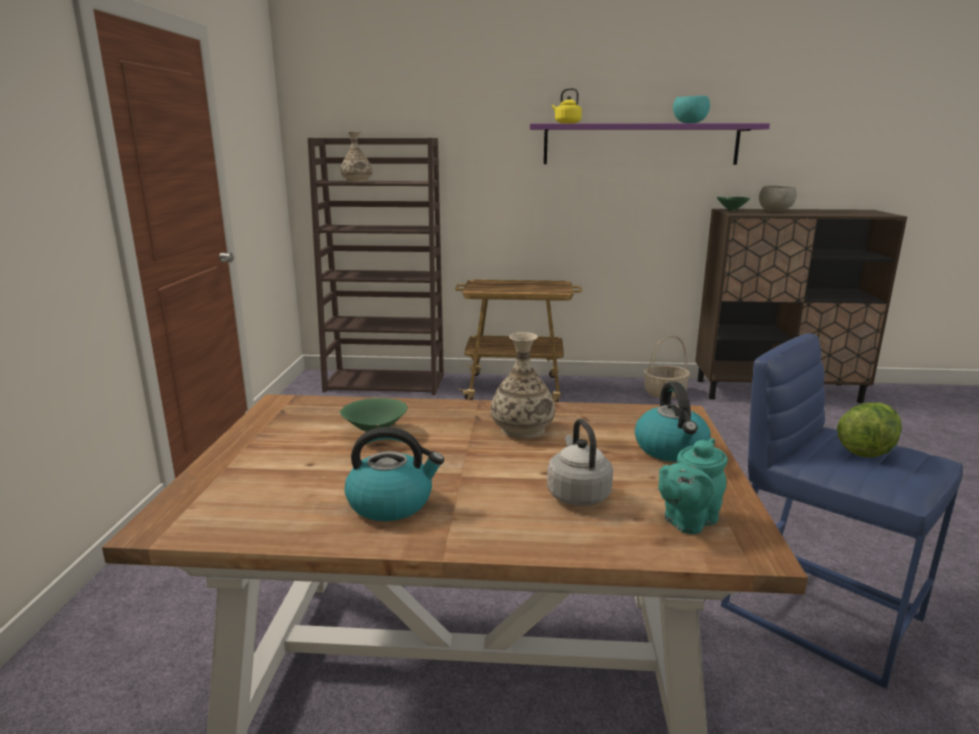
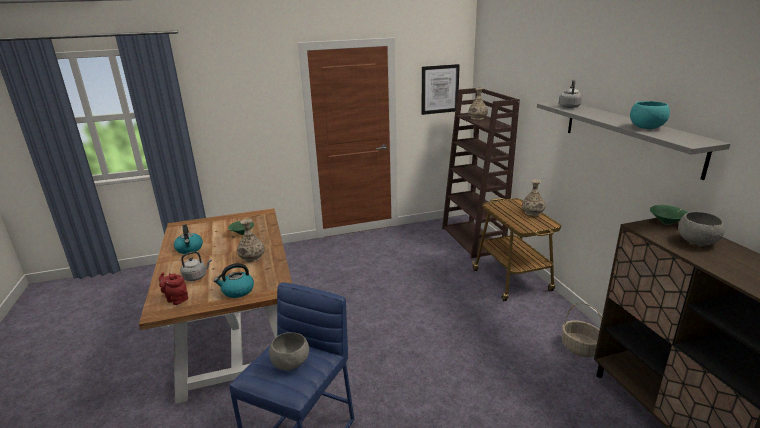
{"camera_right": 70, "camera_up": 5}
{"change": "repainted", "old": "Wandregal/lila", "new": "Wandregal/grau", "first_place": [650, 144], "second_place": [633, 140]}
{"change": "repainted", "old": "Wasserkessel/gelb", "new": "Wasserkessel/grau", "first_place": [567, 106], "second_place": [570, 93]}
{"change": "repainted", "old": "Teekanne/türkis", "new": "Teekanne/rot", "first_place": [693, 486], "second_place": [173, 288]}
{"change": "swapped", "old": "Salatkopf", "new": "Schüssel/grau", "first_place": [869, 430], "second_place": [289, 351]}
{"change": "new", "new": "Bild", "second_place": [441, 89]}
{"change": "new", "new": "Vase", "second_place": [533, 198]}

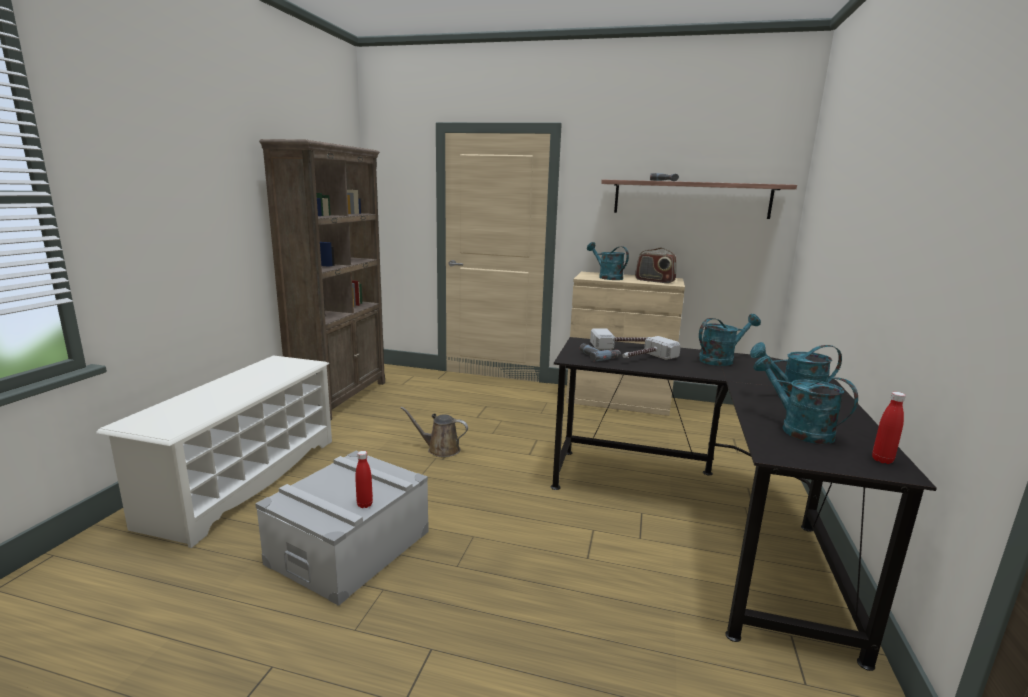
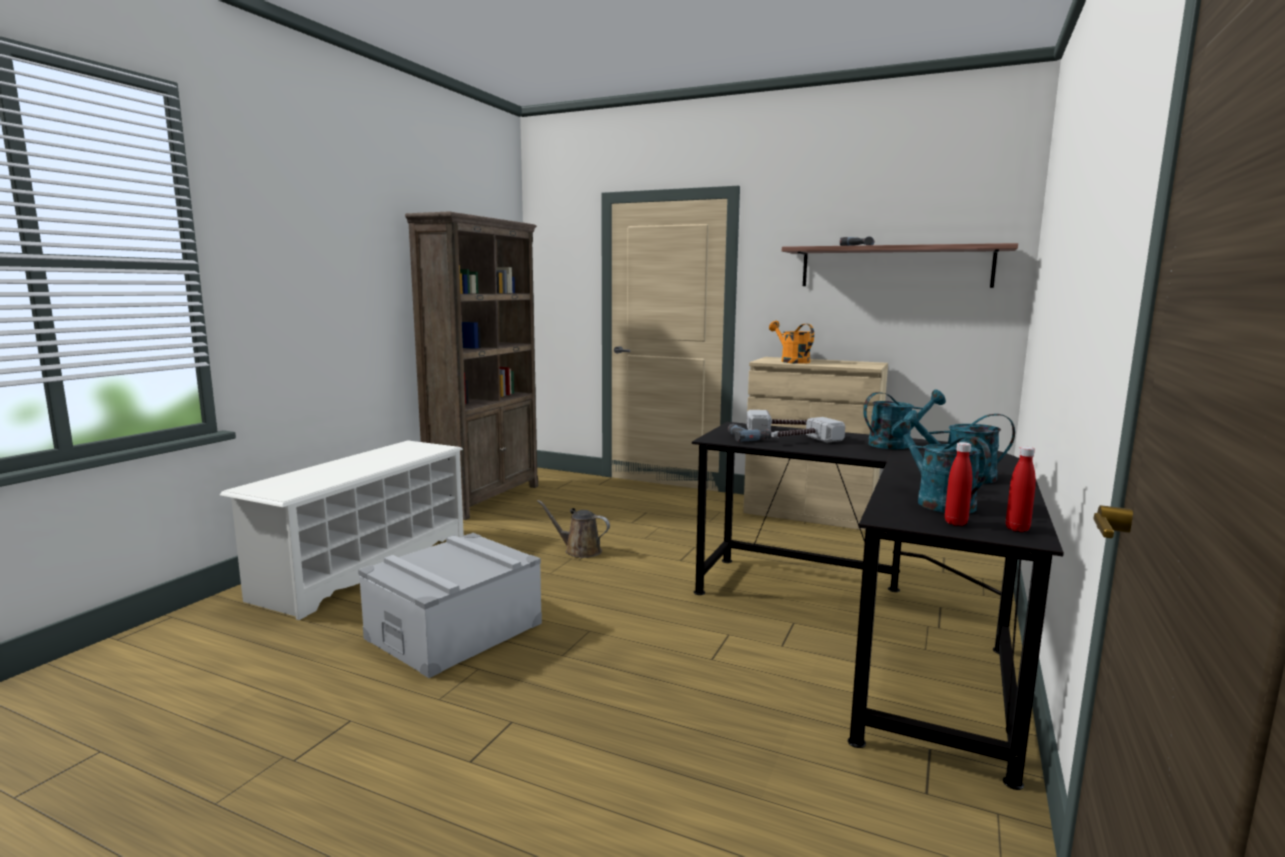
{"camera_right": 10, "camera_up": -5}
{"change": "shifted", "old": "Flasche/rot", "first_place": [364, 479], "second_place": [958, 484]}
{"change": "repainted", "old": "Gießkanne/türkis", "new": "Gießkanne/orange", "first_place": [608, 261], "second_place": [791, 342]}
{"change": "gone", "old": "Radio", "first_place": [656, 265]}

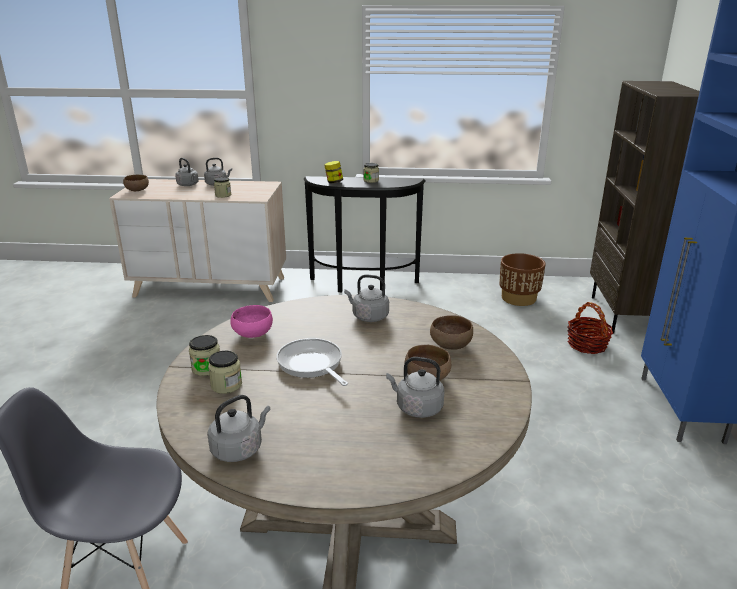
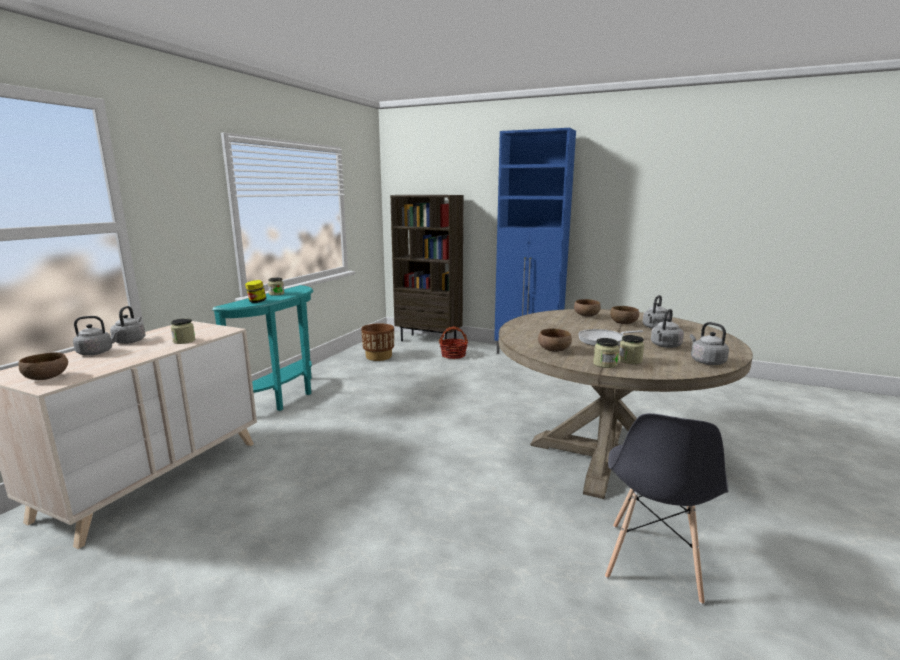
{"camera_right": -70, "camera_up": -10}
{"change": "repainted", "old": "Schüssel/rosa", "new": "Schüssel/braun", "first_place": [251, 321], "second_place": [555, 340]}
{"change": "repainted", "old": "Konsolentisch/schwarz", "new": "Konsolentisch/türkis", "first_place": [365, 234], "second_place": [262, 348]}
{"change": "shifted", "old": "Wasserkessel/grau", "first_place": [366, 298], "second_place": [667, 328]}

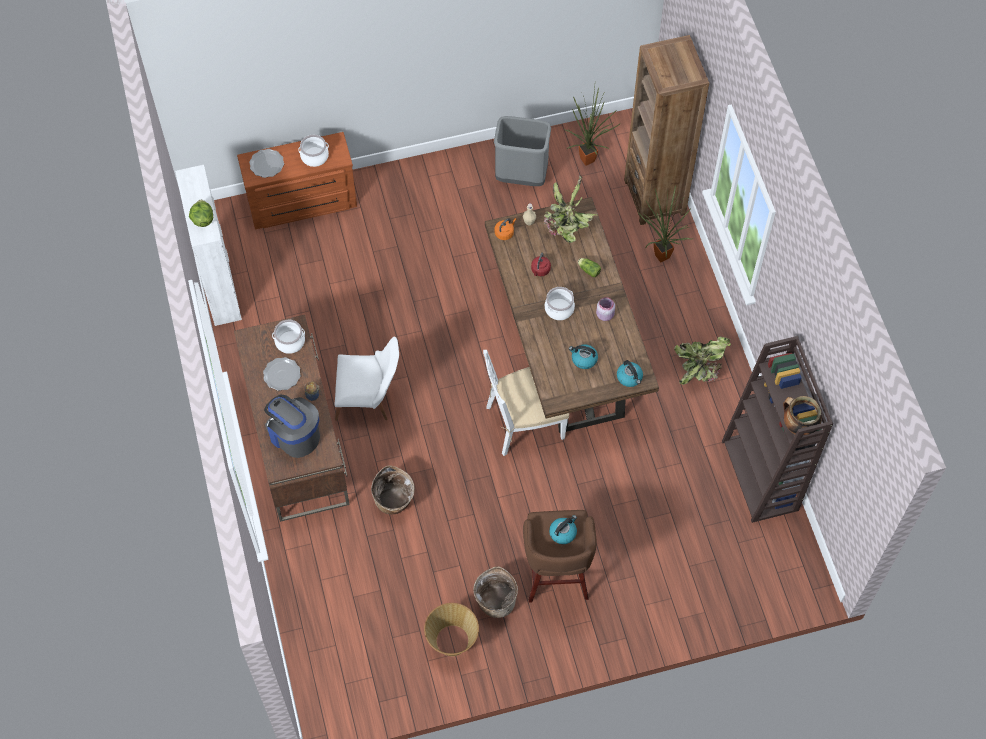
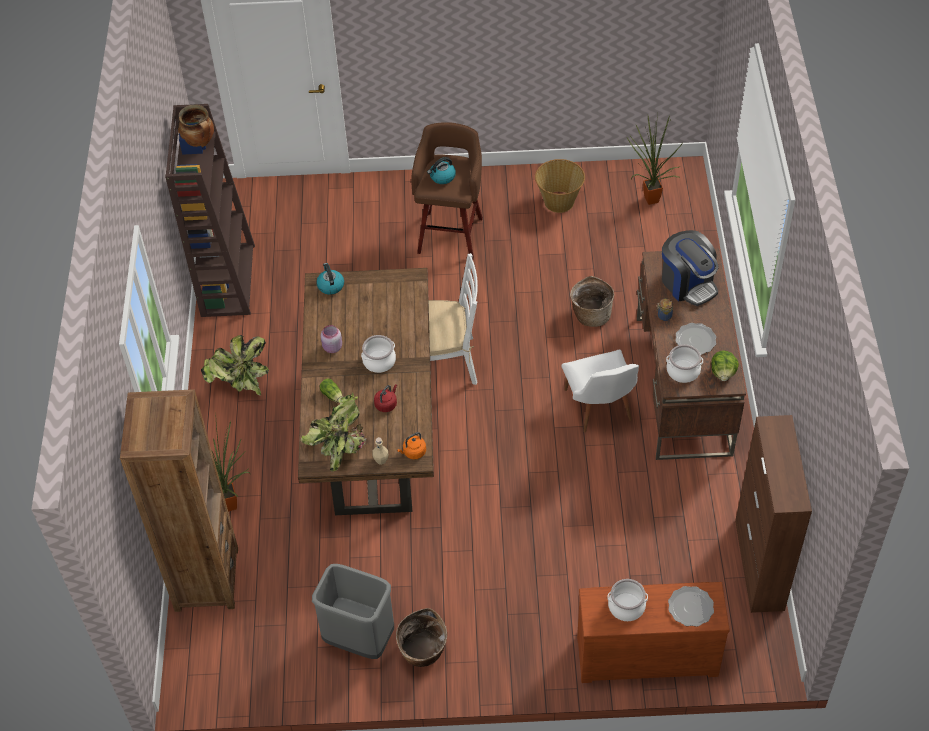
{"camera_right": -165, "camera_up": -10}
{"change": "repainted", "old": "Schrank/weiß", "new": "Schrank/braun", "first_place": [208, 245], "second_place": [773, 514]}
{"change": "shifted", "old": "Salatkopf", "first_place": [201, 213], "second_place": [725, 365]}
{"change": "rotated", "old": "Stuhl/weiß", "first_place": [367, 379], "second_place": [600, 391], "degrees": -120}
{"change": "shifted", "old": "Korb", "first_place": [495, 592], "second_place": [421, 637]}
{"change": "shifted", "old": "Topfpflanze", "first_place": [592, 127], "second_place": [655, 159]}
{"change": "gone", "old": "Wasserkessel", "first_place": [583, 356]}

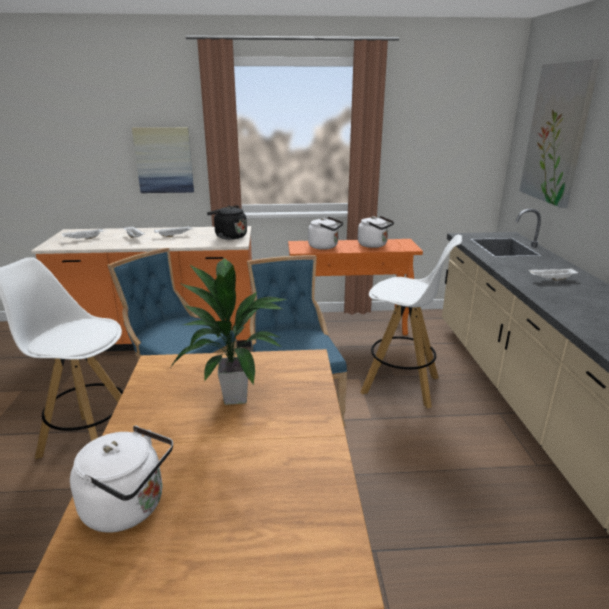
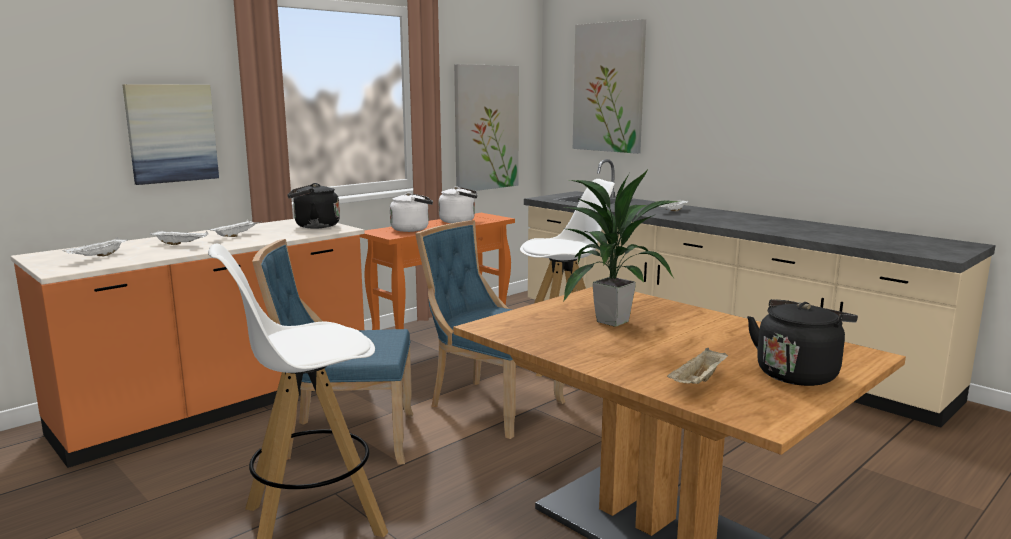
{"camera_right": -40, "camera_up": -10}
{"change": "swapped", "old": "Wasserkessel/weiß", "new": "Tablett/beige", "first_place": [121, 479], "second_place": [697, 366]}
{"change": "new", "new": "Bild", "second_place": [486, 127]}
{"change": "new", "new": "Wasserkessel/schwarz", "second_place": [802, 342]}

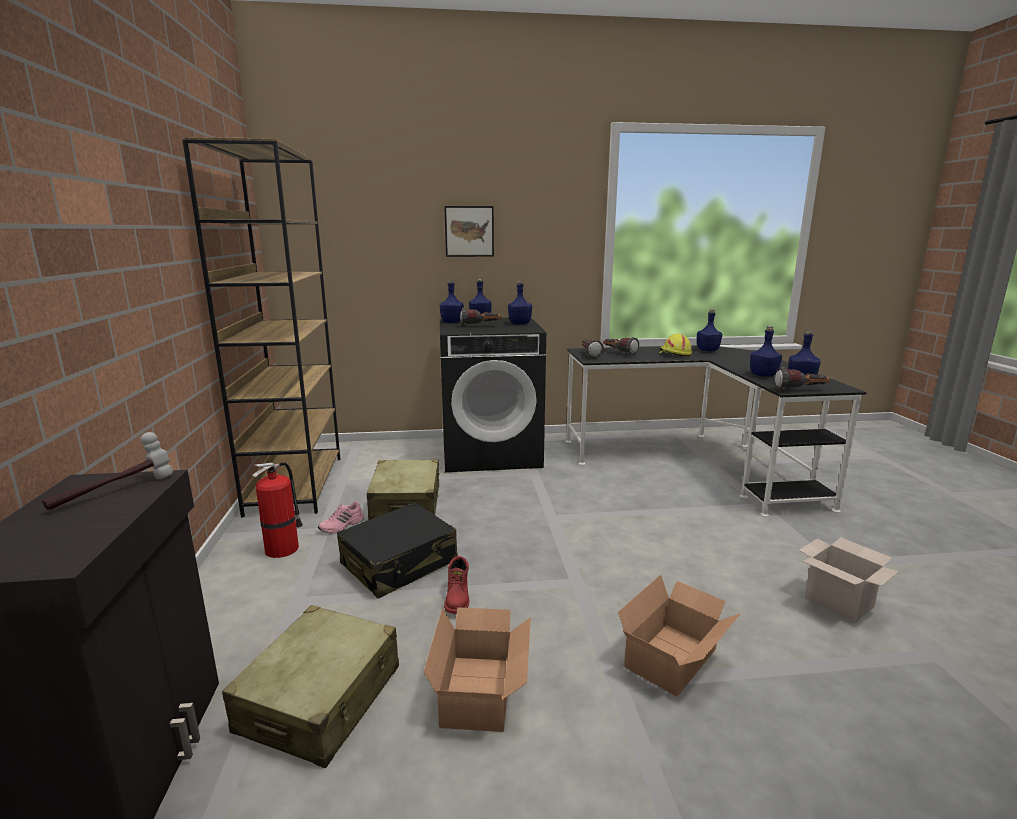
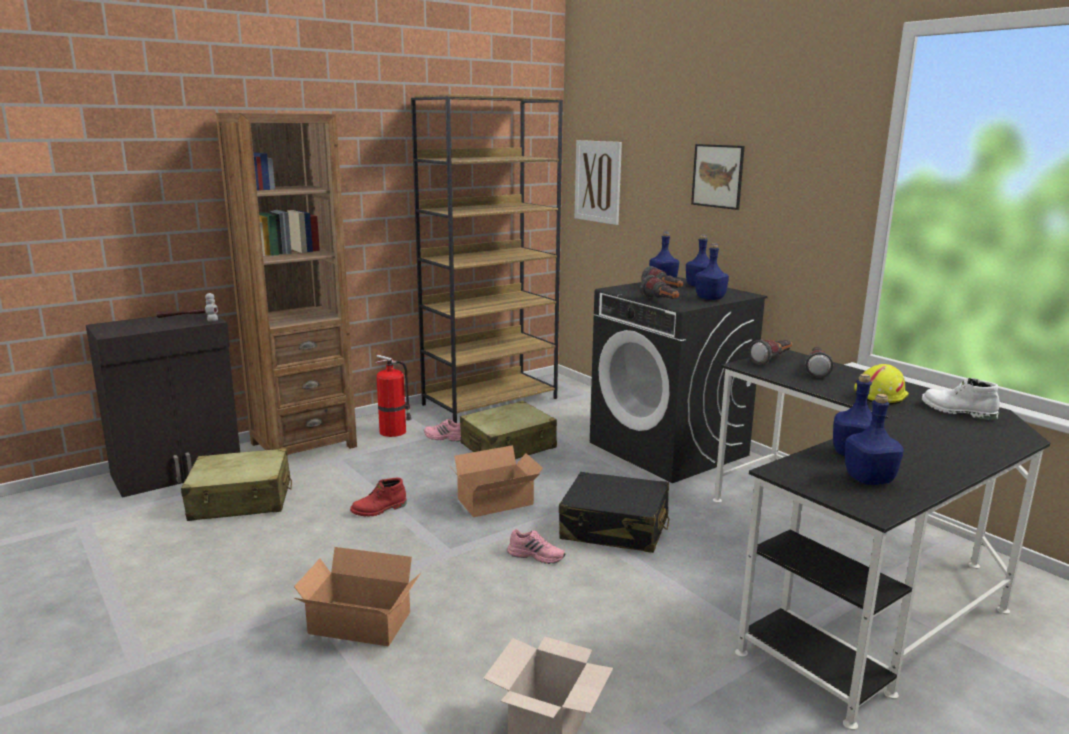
{"camera_right": 60, "camera_up": 0}
{"change": "shifted", "old": "Koffer/schwarz", "first_place": [397, 550], "second_place": [614, 512]}
{"change": "shifted", "old": "Karton", "first_place": [477, 669], "second_place": [497, 481]}
{"change": "swapped", "old": "Flasche/blau", "new": "Stiefel/weiß", "first_place": [709, 330], "second_place": [961, 399]}
{"change": "shifted", "old": "Taschenlampe", "first_place": [802, 378], "second_place": [659, 287]}
{"change": "new", "new": "Bücherregal/braun", "second_place": [286, 284]}
{"change": "new", "new": "Schuh/rosa", "second_place": [536, 546]}
{"change": "new", "new": "Bild", "second_place": [598, 182]}

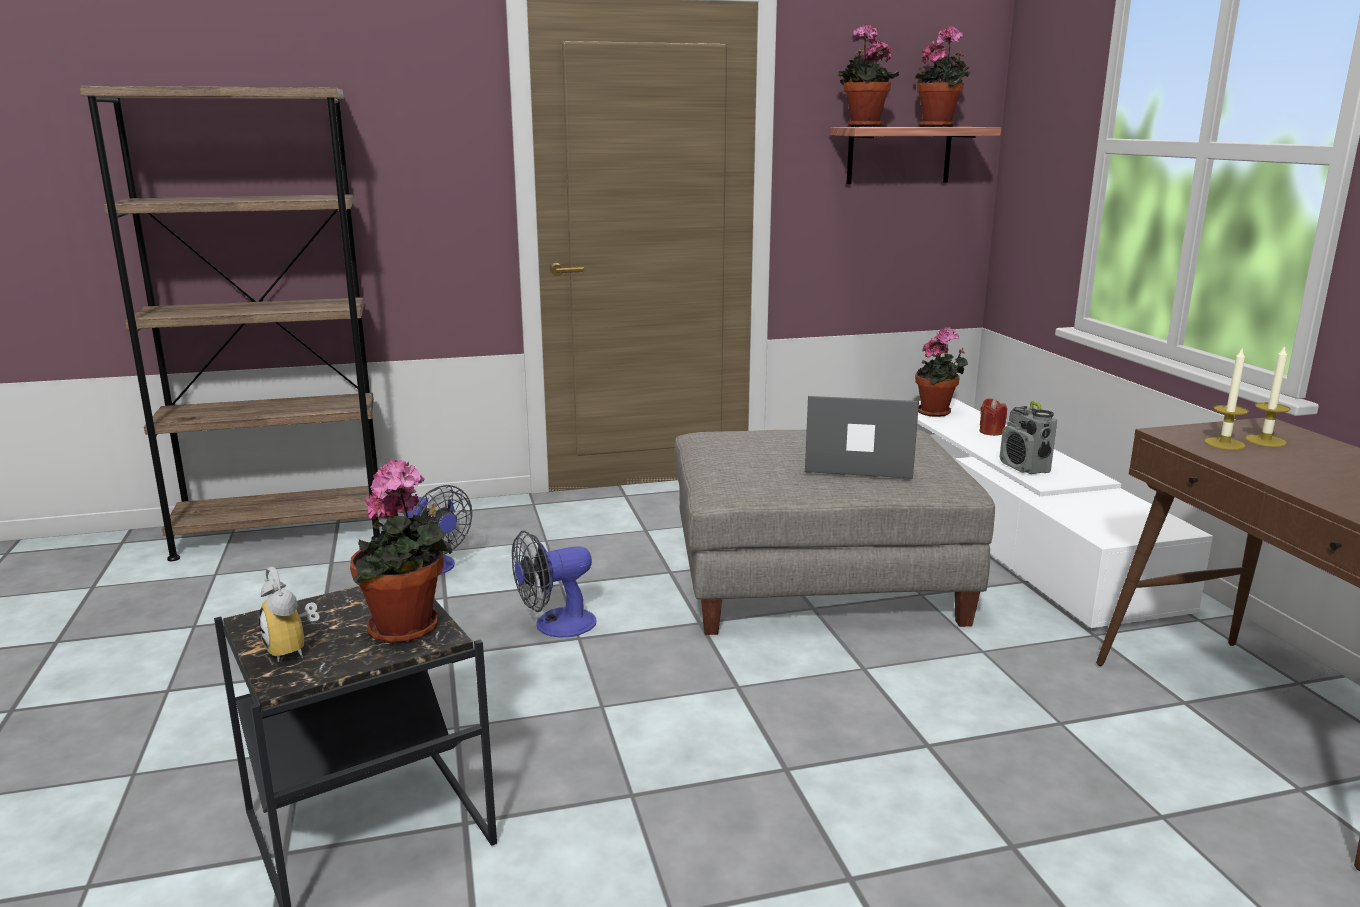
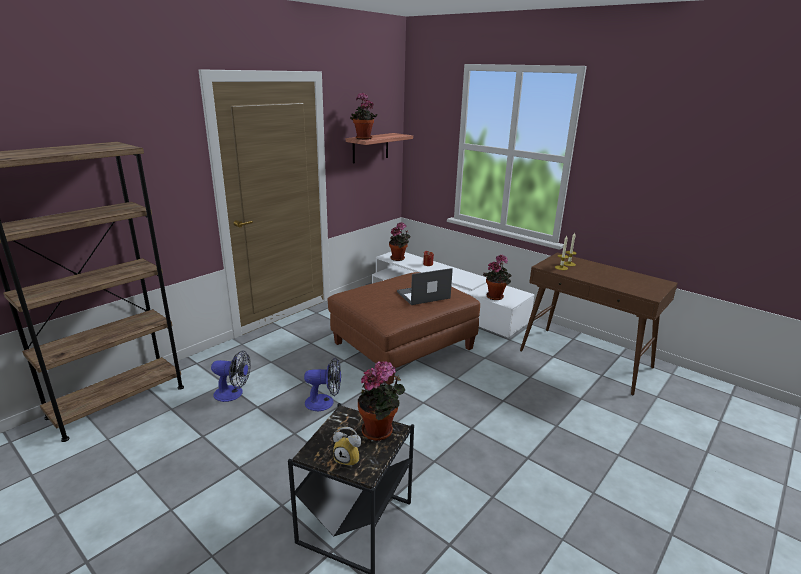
{"camera_right": -35, "camera_up": 5}
{"change": "rotated", "old": "Ventilator", "first_place": [554, 584], "second_place": [322, 384], "degrees": -120}
{"change": "repainted", "old": "Polsterhocker/grau", "new": "Polsterhocker/braun", "first_place": [835, 532], "second_place": [404, 328]}
{"change": "shifted", "old": "Topfpflanze", "first_place": [942, 76], "second_place": [497, 277]}
{"change": "gone", "old": "Radio", "first_place": [1028, 437]}

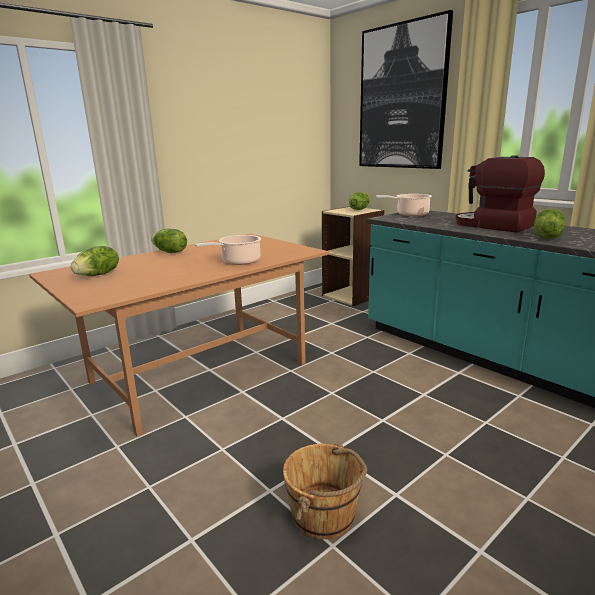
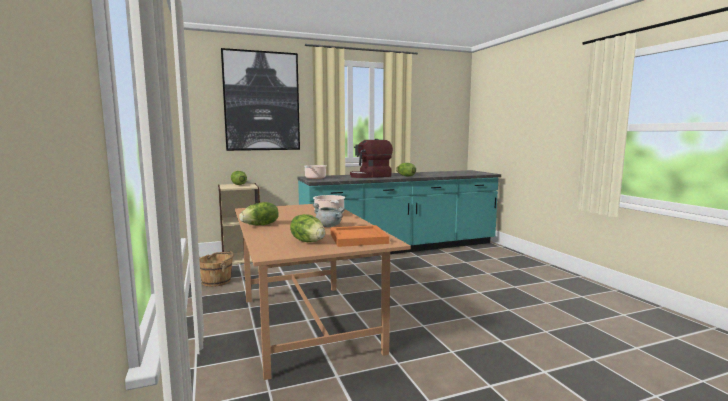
{"camera_right": -70, "camera_up": -10}
{"change": "shifted", "old": "Eimer/braun", "first_place": [325, 491], "second_place": [216, 269]}
{"change": "new", "new": "Kochtopf/grau", "second_place": [328, 215]}
{"change": "new", "new": "Tablett/orange", "second_place": [359, 236]}

